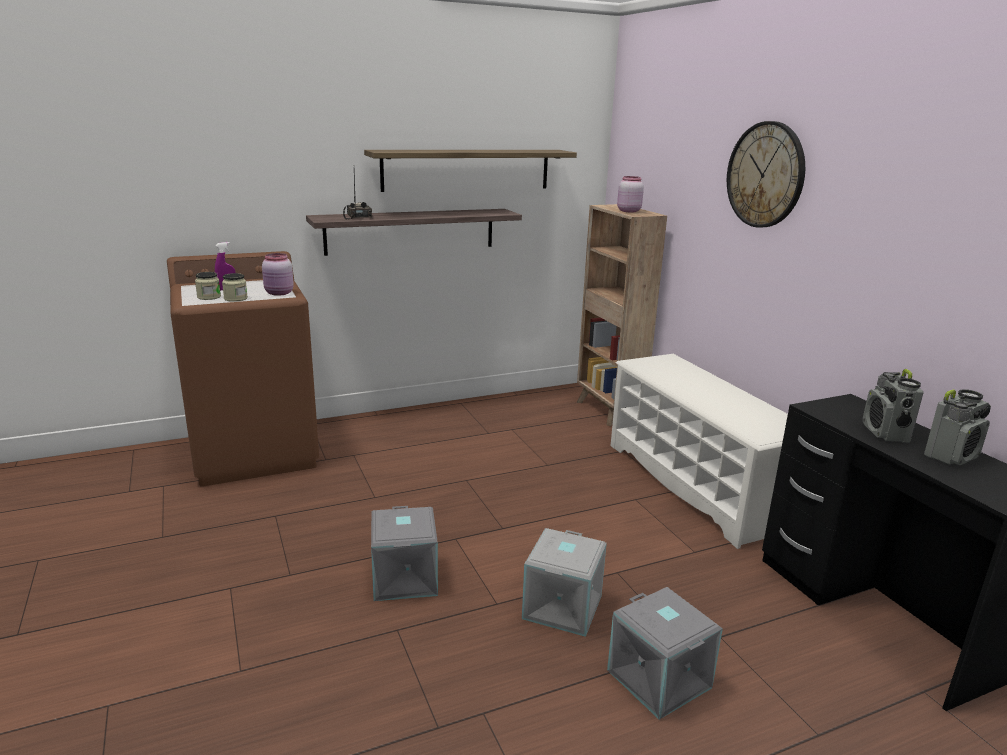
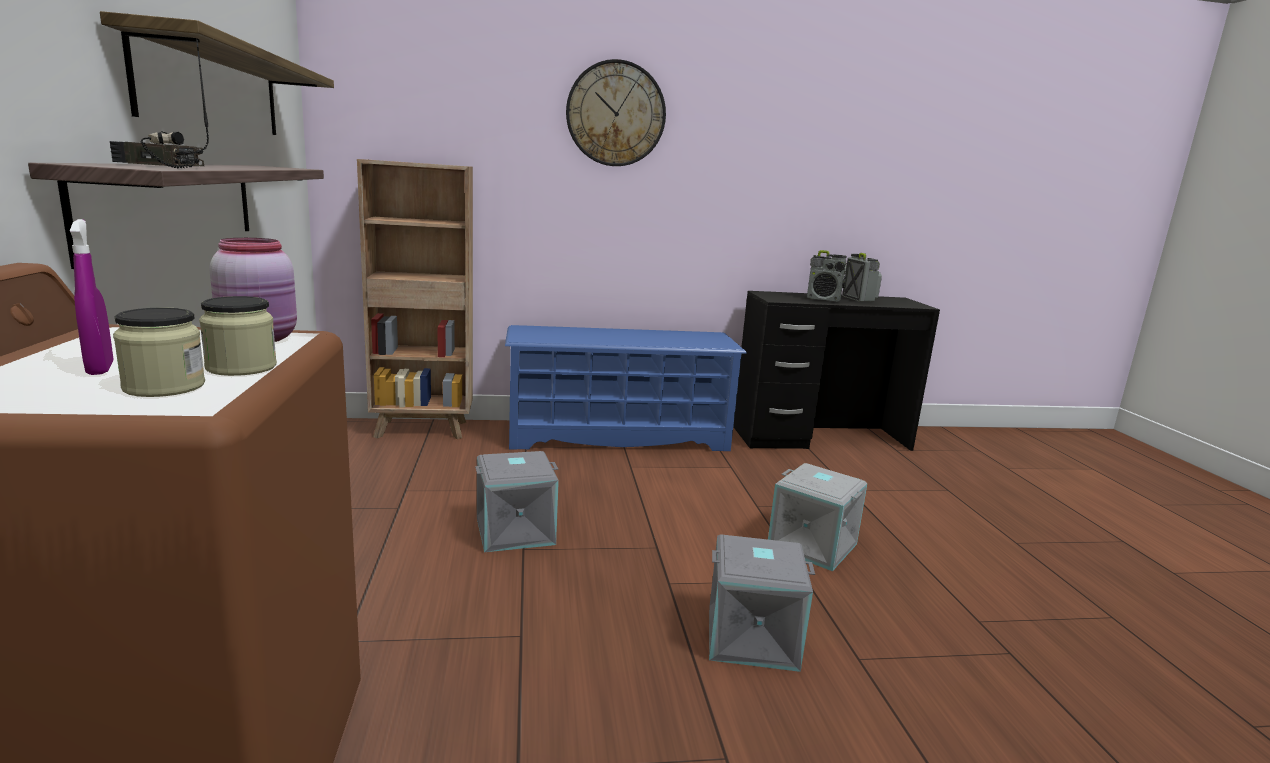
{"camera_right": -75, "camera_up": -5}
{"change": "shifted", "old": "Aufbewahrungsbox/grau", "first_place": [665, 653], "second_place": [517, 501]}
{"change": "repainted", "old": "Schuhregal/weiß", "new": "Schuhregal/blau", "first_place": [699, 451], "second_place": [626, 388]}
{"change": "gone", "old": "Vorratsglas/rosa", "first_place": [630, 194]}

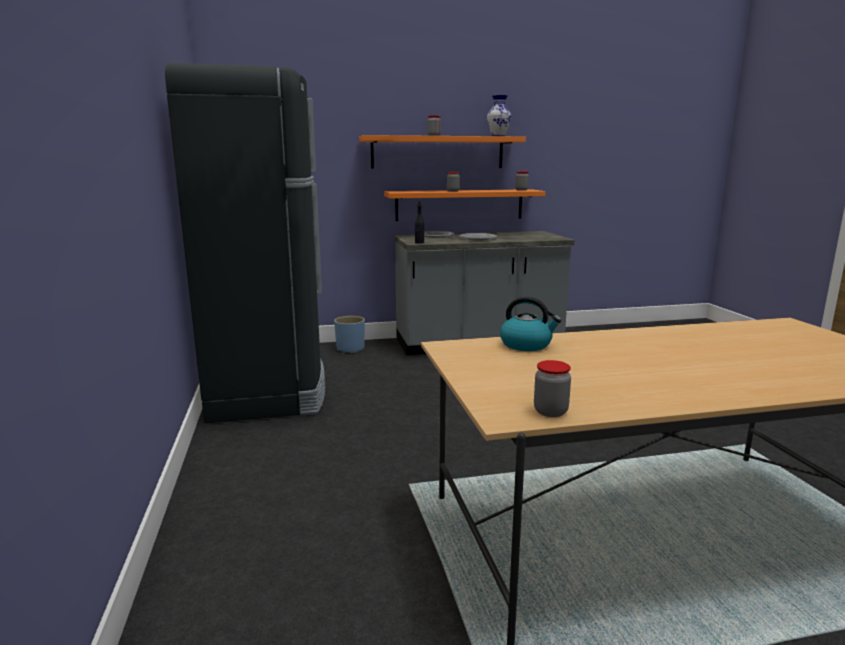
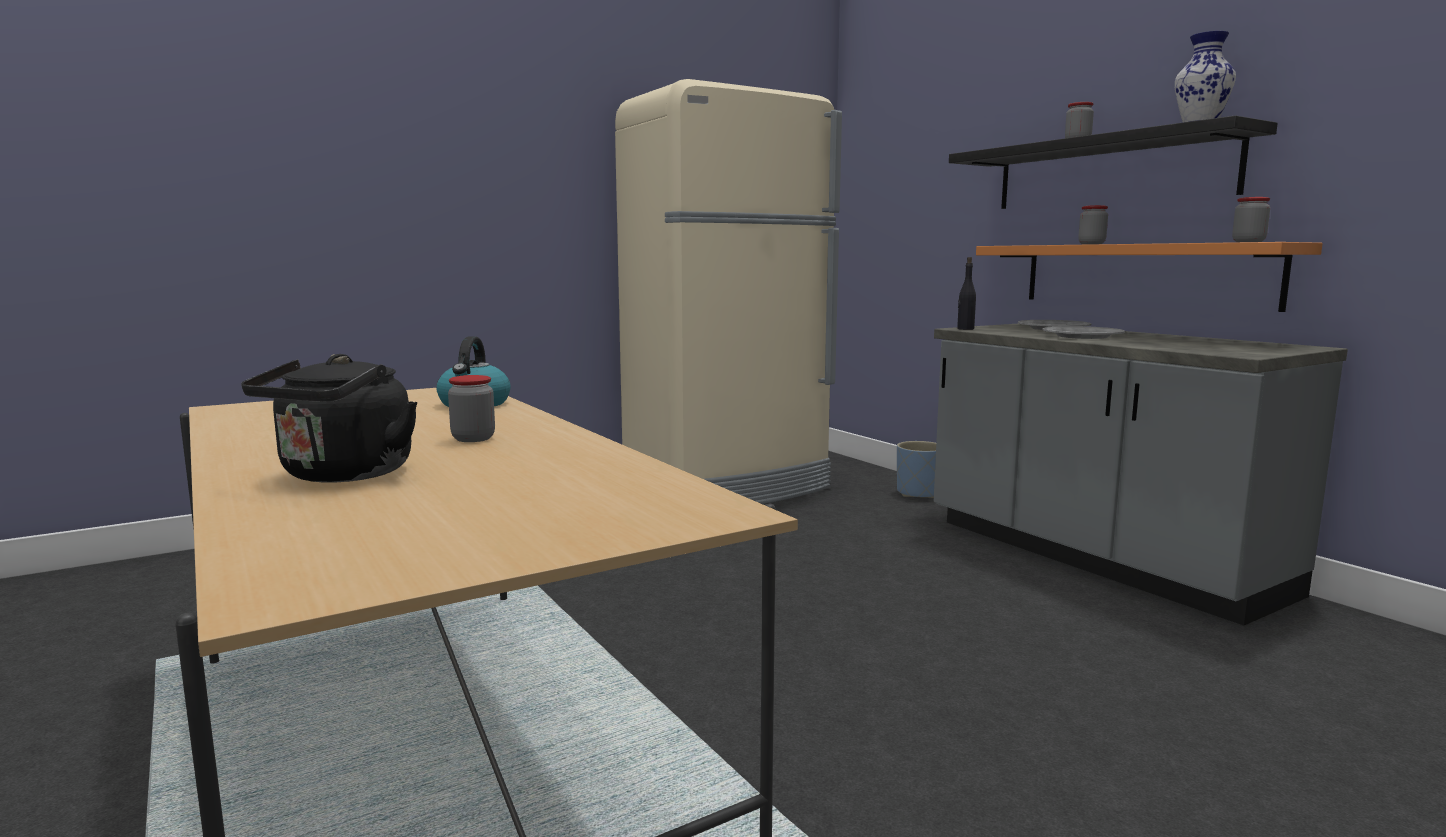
{"camera_right": 70, "camera_up": -5}
{"change": "repainted", "old": "Kühlschrank/schwarz", "new": "Kühlschrank/beige", "first_place": [245, 243], "second_place": [728, 291]}
{"change": "repainted", "old": "Wandregal/orange", "new": "Wandregal/schwarz", "first_place": [442, 152], "second_place": [1113, 162]}
{"change": "shifted", "old": "Vorratsglas", "first_place": [552, 388], "second_place": [471, 408]}
{"change": "new", "new": "Wasserkessel/schwarz", "second_place": [329, 418]}

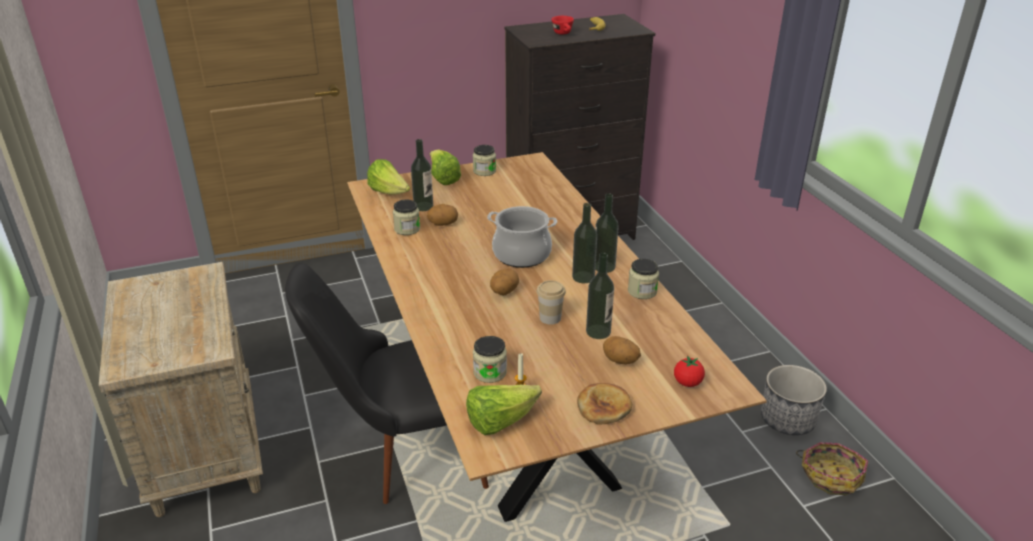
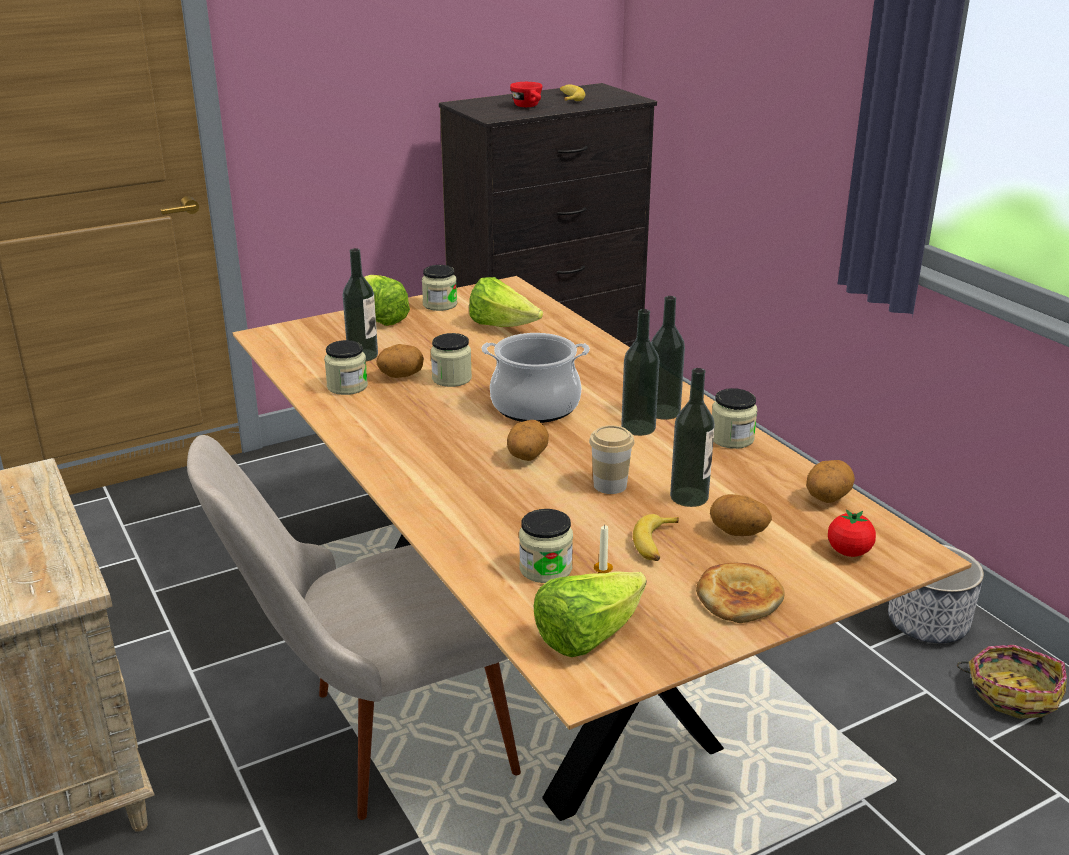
{"camera_right": -10, "camera_up": -5}
{"change": "repainted", "old": "Stuhl/schwarz", "new": "Stuhl/beige", "first_place": [387, 383], "second_place": [354, 627]}
{"change": "shifted", "old": "Salatkopf", "first_place": [388, 176], "second_place": [506, 302]}
{"change": "new", "new": "Vorratsglas", "second_place": [451, 360]}
{"change": "new", "new": "Banane", "second_place": [656, 537]}
{"change": "new", "new": "Kartoffel", "second_place": [830, 481]}

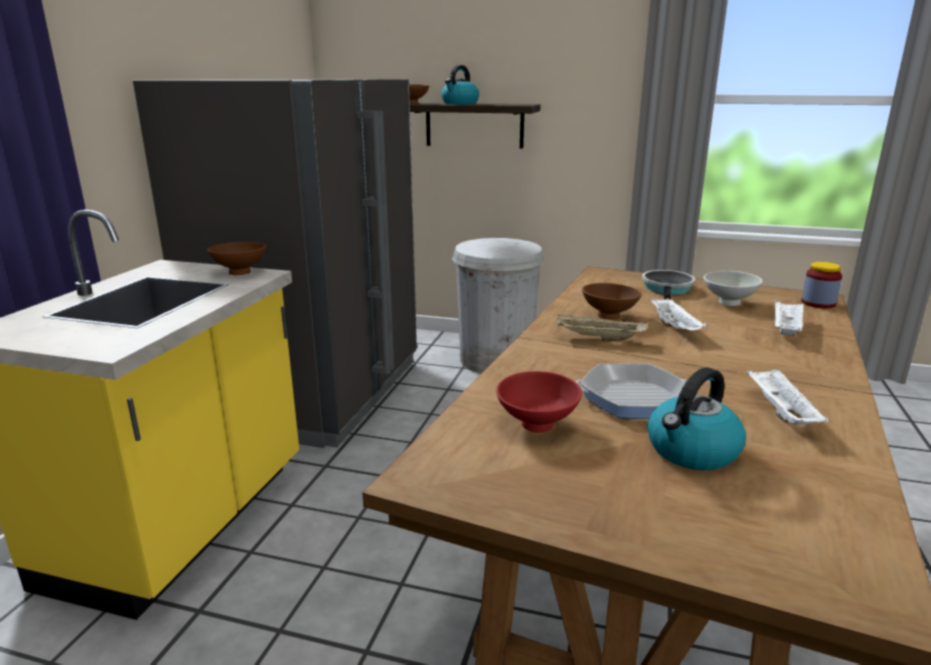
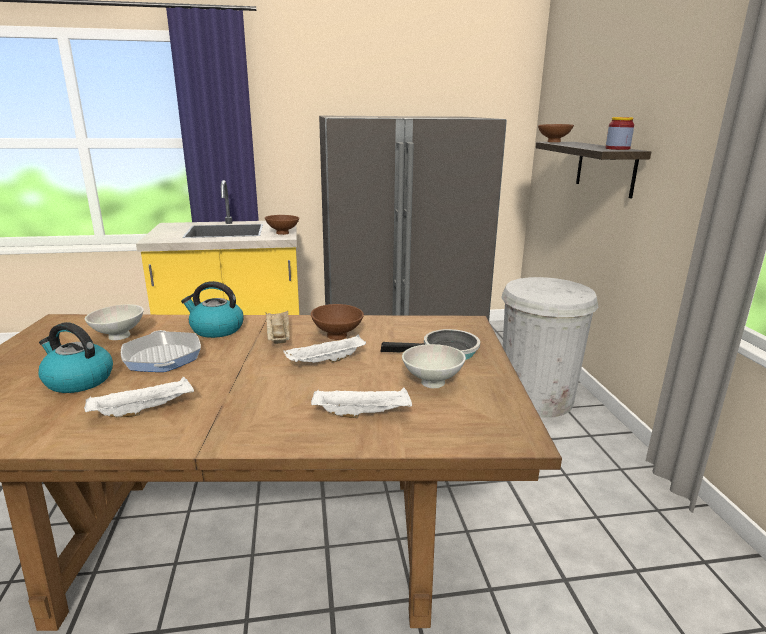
{"camera_right": 65, "camera_up": 0}
{"change": "shifted", "old": "Wasserkessel", "first_place": [460, 84], "second_place": [212, 309]}
{"change": "repainted", "old": "Schüssel/rot", "new": "Schüssel/weiß", "first_place": [539, 402], "second_place": [114, 322]}
{"change": "shifted", "old": "Vorratsglas", "first_place": [821, 285], "second_place": [619, 133]}

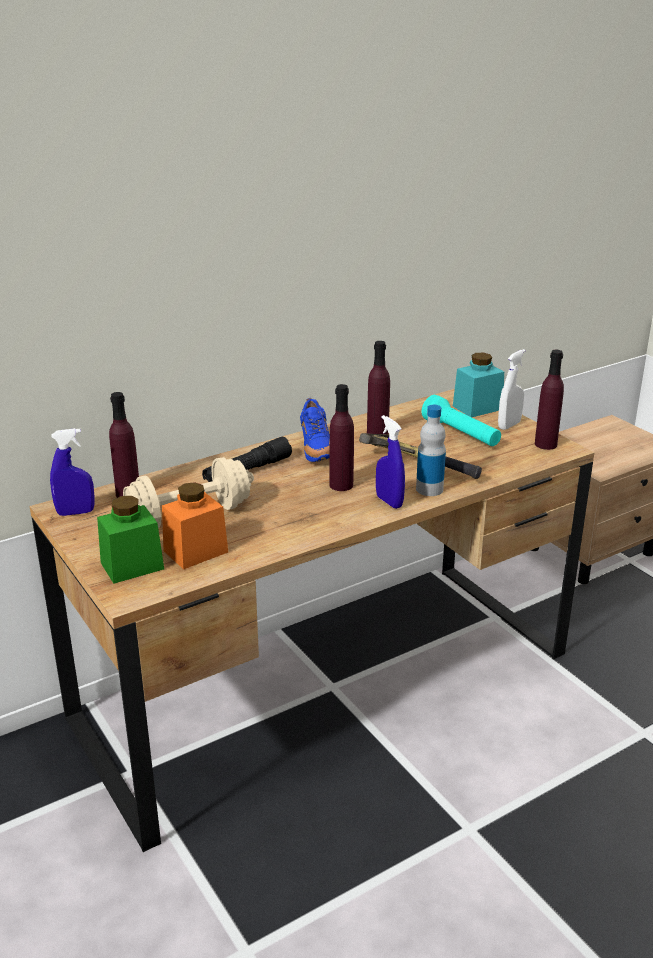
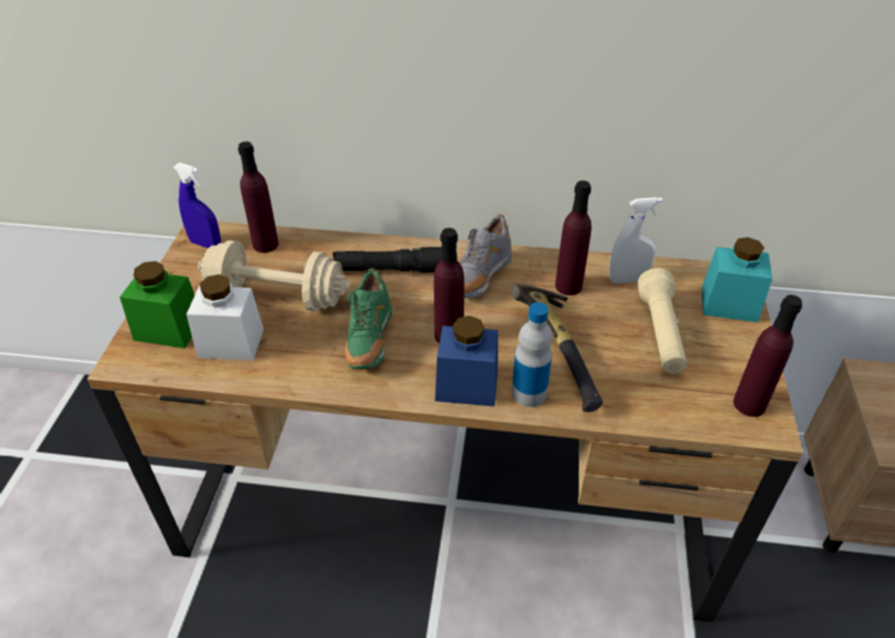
{"camera_right": 40, "camera_up": 15}
{"change": "repainted", "old": "Vorratsglas/orange", "new": "Vorratsglas/weiß", "first_place": [195, 525], "second_place": [225, 317]}
{"change": "repainted", "old": "Schuh/blau", "new": "Schuh/grau", "first_place": [315, 430], "second_place": [486, 256]}
{"change": "swapped", "old": "Sprühflasche/blau", "new": "Vorratsglas/blau", "first_place": [390, 462], "second_place": [466, 361]}
{"change": "repainted", "old": "Taschenlampe/türkis", "new": "Taschenlampe/beige", "first_place": [461, 420], "second_place": [662, 321]}
{"change": "shifted", "old": "Sprühflasche/weiß", "first_place": [511, 389], "second_place": [636, 240]}
{"change": "new", "new": "Schuh/grün", "second_place": [368, 319]}

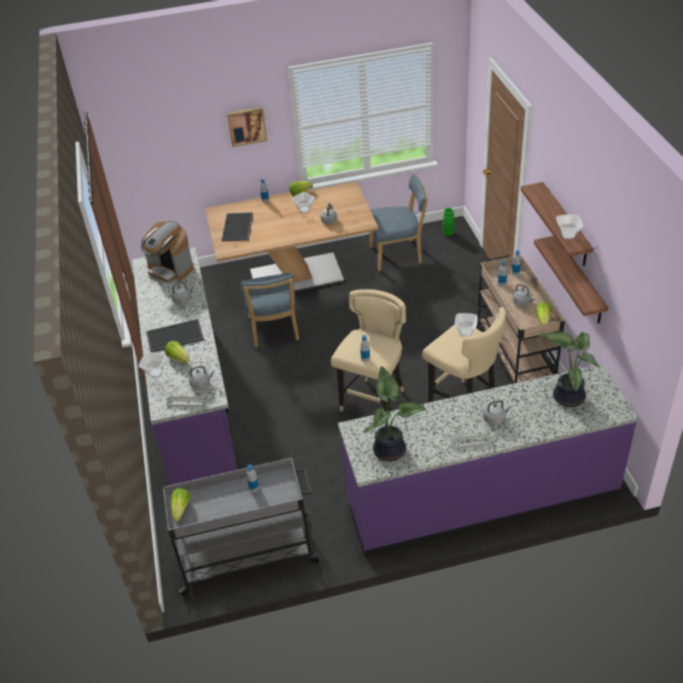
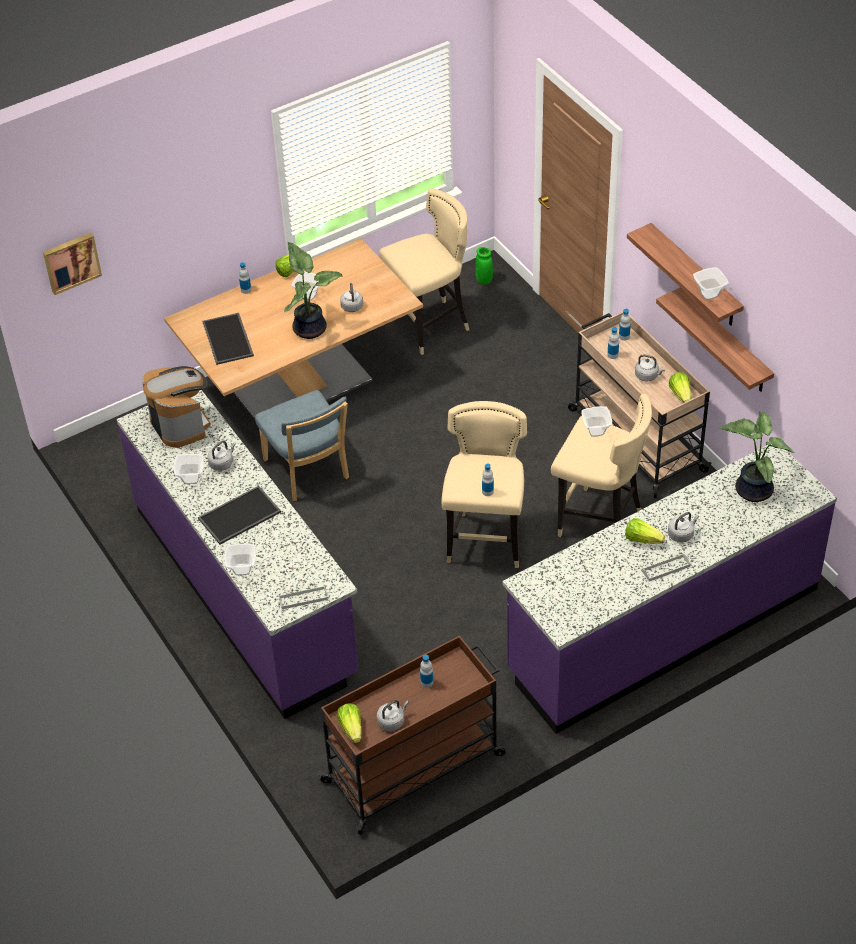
{"camera_right": -20, "camera_up": 5}
{"change": "rotated", "old": "Kaffeemaschine", "first_place": [167, 252], "second_place": [176, 406], "degrees": -135}
{"change": "repainted", "old": "Rollwagen/grau", "new": "Rollwagen/braun", "first_place": [241, 527], "second_place": [411, 735]}
{"change": "shifted", "old": "Salatkopf", "first_place": [177, 352], "second_place": [645, 531]}
{"change": "shifted", "old": "Wasserkessel/grau", "first_place": [201, 377], "second_place": [393, 715]}
{"change": "shifted", "old": "Bild", "first_place": [247, 127], "second_place": [72, 264]}
{"change": "shifted", "old": "Topfpflanze", "first_place": [394, 413], "second_place": [313, 290]}
{"change": "swapped", "old": "Stuhl/blau", "new": "Hocker/beige", "first_place": [398, 222], "second_place": [424, 271]}
{"change": "new", "new": "Schüssel", "second_place": [188, 469]}

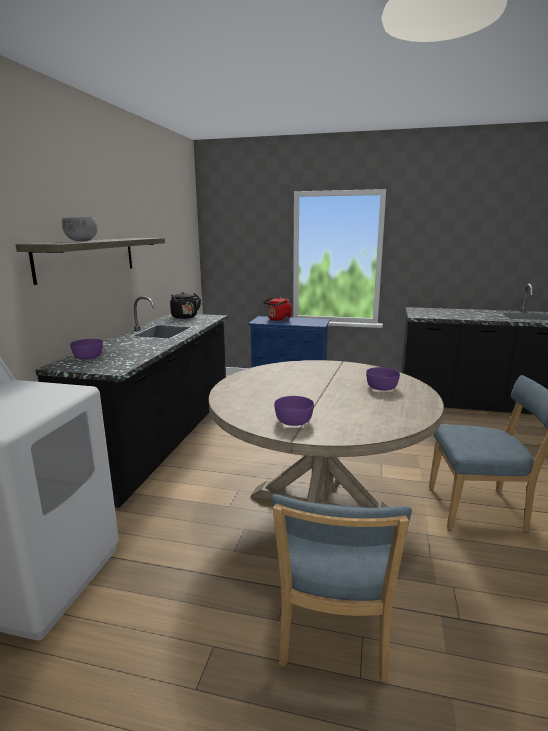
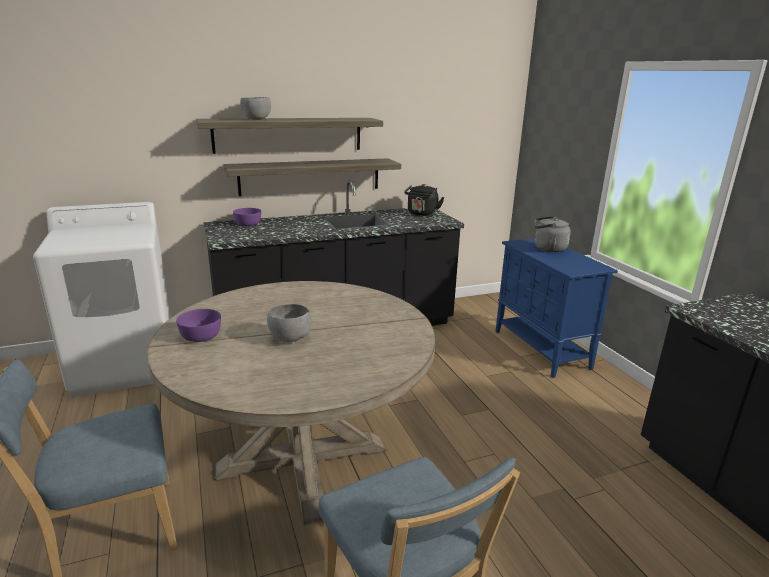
{"camera_right": 55, "camera_up": 5}
{"change": "repainted", "old": "Wasserkessel/rot", "new": "Wasserkessel/grau", "first_place": [277, 309], "second_place": [552, 234]}
{"change": "gone", "old": "Schüssel/lila", "first_place": [383, 379]}
{"change": "new", "new": "Wandregal", "second_place": [312, 177]}
{"change": "new", "new": "Schüssel/grau", "second_place": [289, 323]}

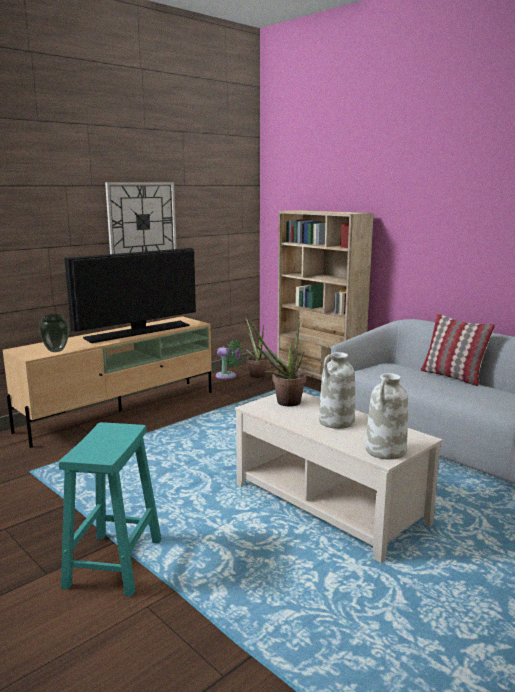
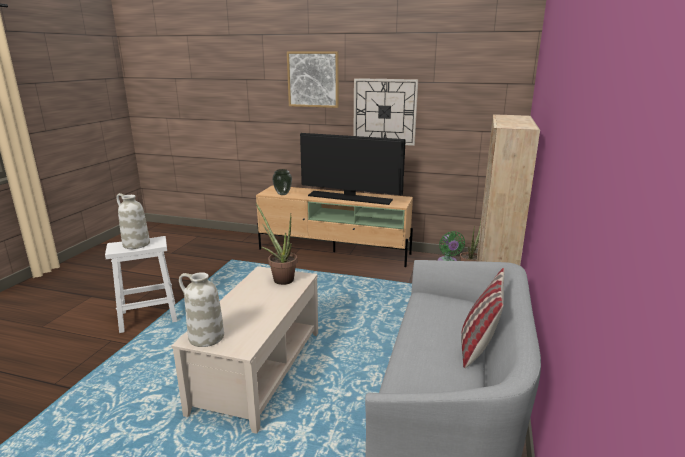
{"camera_right": 60, "camera_up": 5}
{"change": "repainted", "old": "Hocker/türkis", "new": "Hocker/weiß", "first_place": [110, 509], "second_place": [141, 284]}
{"change": "shifted", "old": "Vase/weiß", "first_place": [337, 390], "second_place": [133, 221]}
{"change": "new", "new": "Bild", "second_place": [313, 80]}

